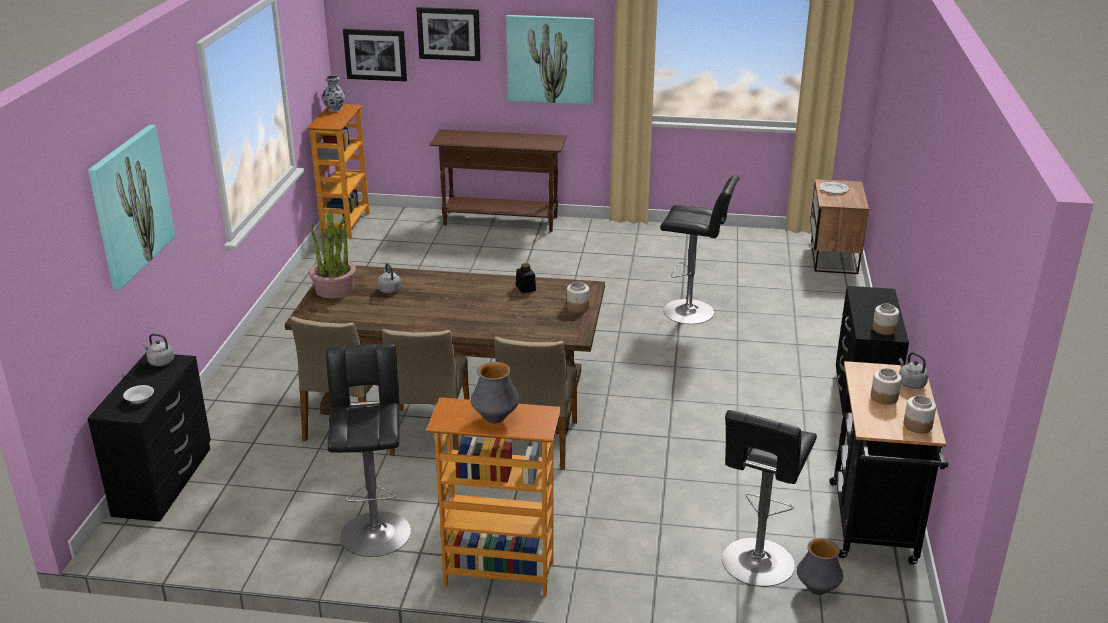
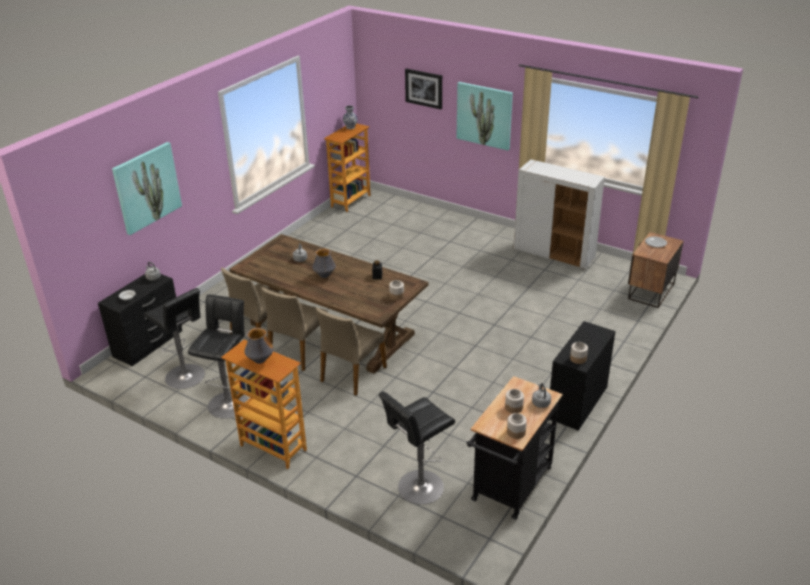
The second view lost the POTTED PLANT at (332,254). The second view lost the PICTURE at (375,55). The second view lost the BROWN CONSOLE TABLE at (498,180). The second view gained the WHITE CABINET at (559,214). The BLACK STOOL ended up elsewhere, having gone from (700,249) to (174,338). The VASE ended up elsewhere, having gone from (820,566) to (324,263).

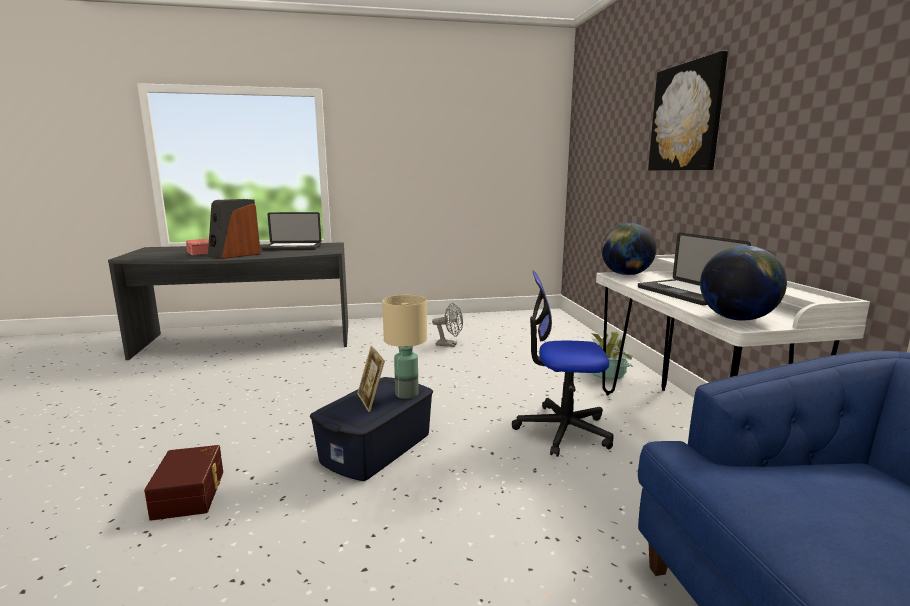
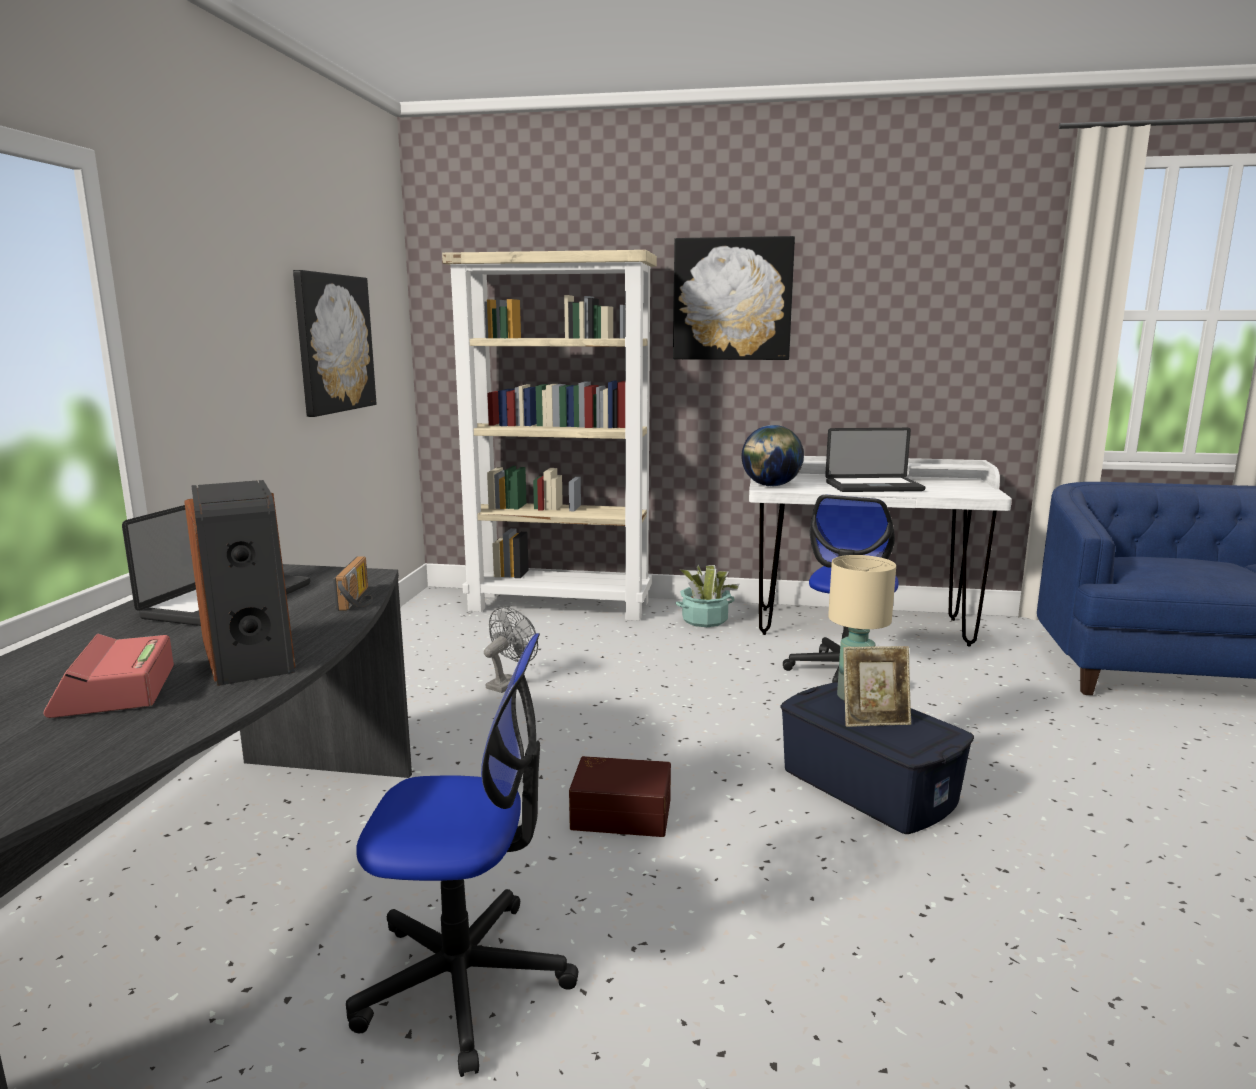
The second view lost the GLOBE at (743,283). The second view gained the PICTURE at (334,343). The second view gained the RADIO at (353,583). The second view gained the OFFICE CHAIR at (462,855). The second view gained the BEIGE BOOKCASE at (549,435). The BROWN STORAGE BOX ended up elsewhere, having gone from (183,483) to (620,796).

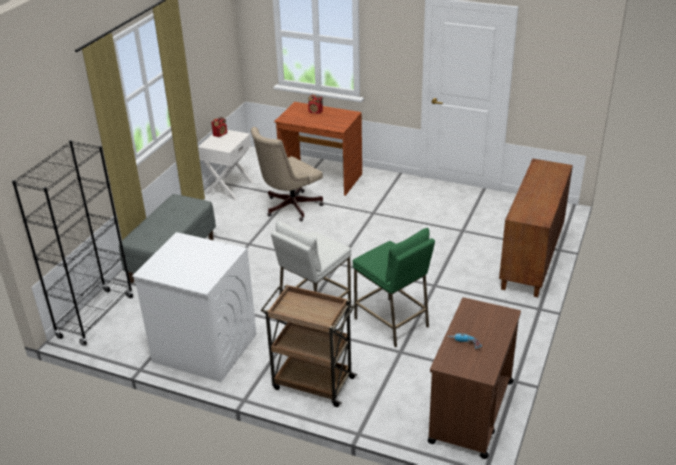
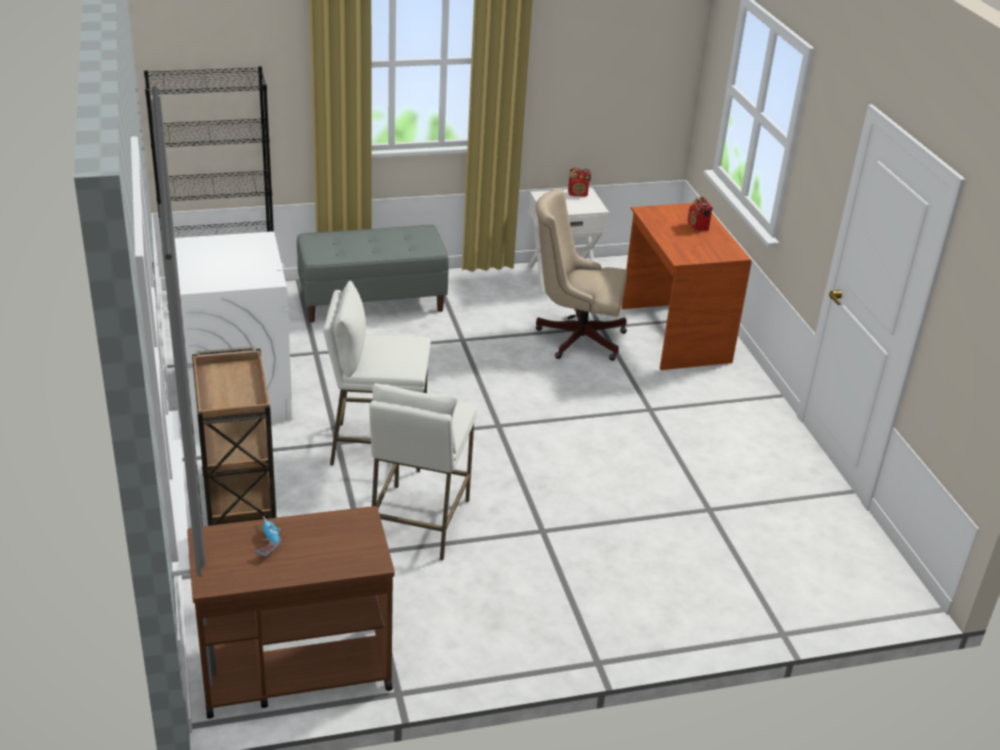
The second view lost the BROWN CABINET at (536,228). What was the GREEN STOOL at (393,287) turned into the WHITE STOOL at (423,471).

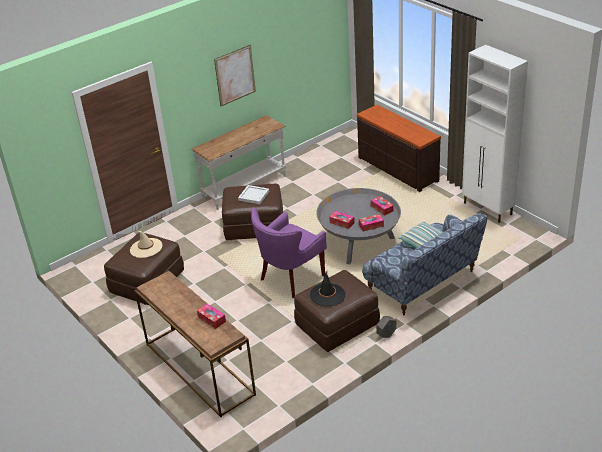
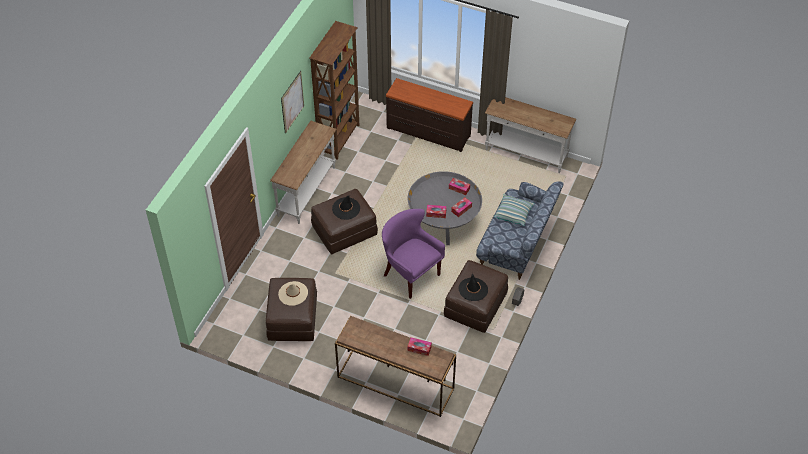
The second view gained the BROWN BOOKCASE at (334,90). Where the WHITE TRAY stood at (253,194), the BLACK HAT came to stand at (346,207). Where the WHITE CABINET stood at (495,134), the WHITE CONSOLE TABLE came to stand at (530,135). The PURPLE ARMCHAIR at (289,252) ended up facing another way, 120 degrees clockwise from before.

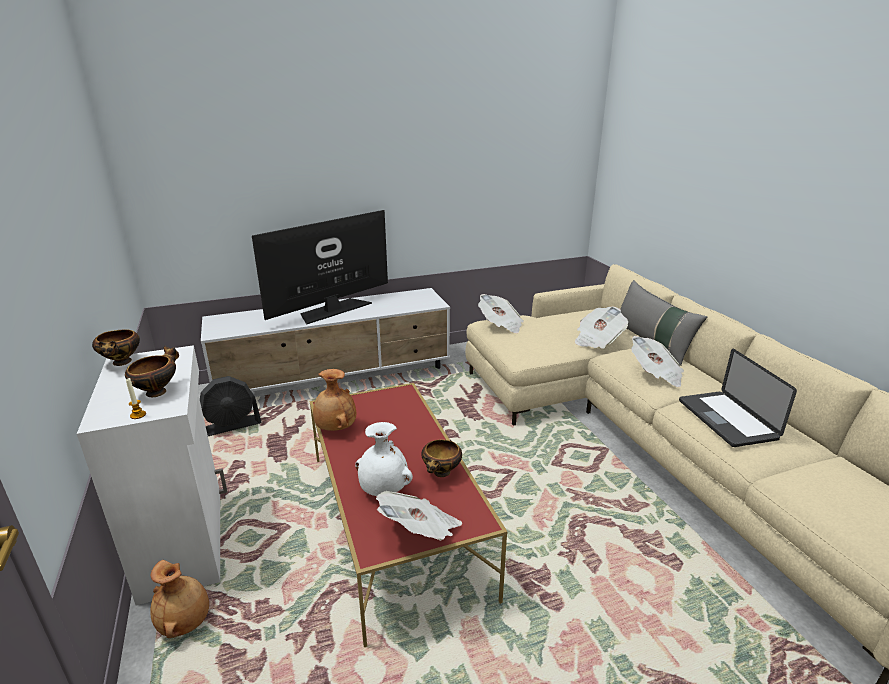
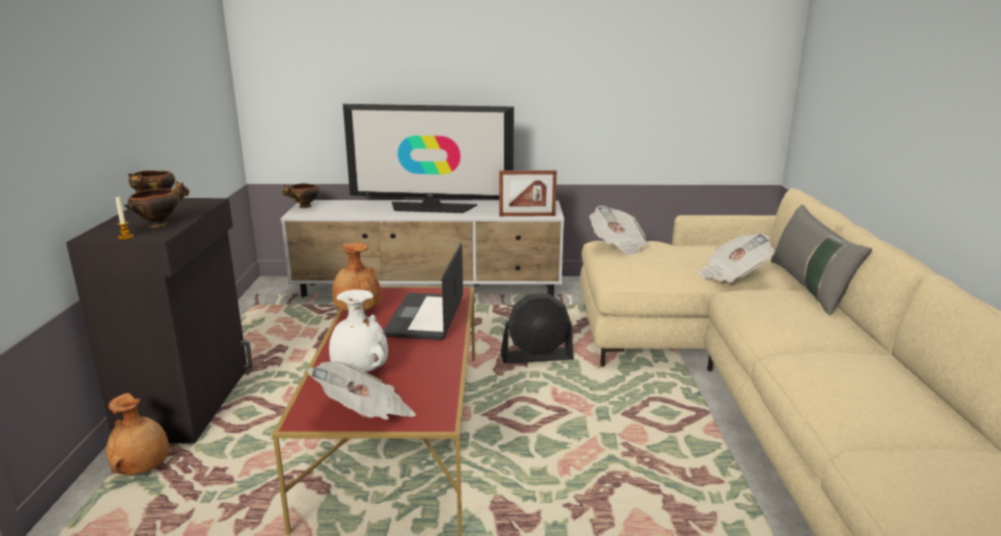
The second view lost the NEWSPAPER at (657,361). The second view gained the PICTURE FRAME at (528,193). The BLACK FAN ended up elsewhere, having gone from (231,406) to (537,328). The BOWL ended up elsewhere, having gone from (441,458) to (301,195). The LAPTOP ended up elsewhere, having gone from (738,398) to (423,291). What was the WHITE CABINET at (152,475) turned into the BLACK CABINET at (159,320). The TELEVISION at (320,267) ended up facing another way, 150 degrees counterclockwise from before.

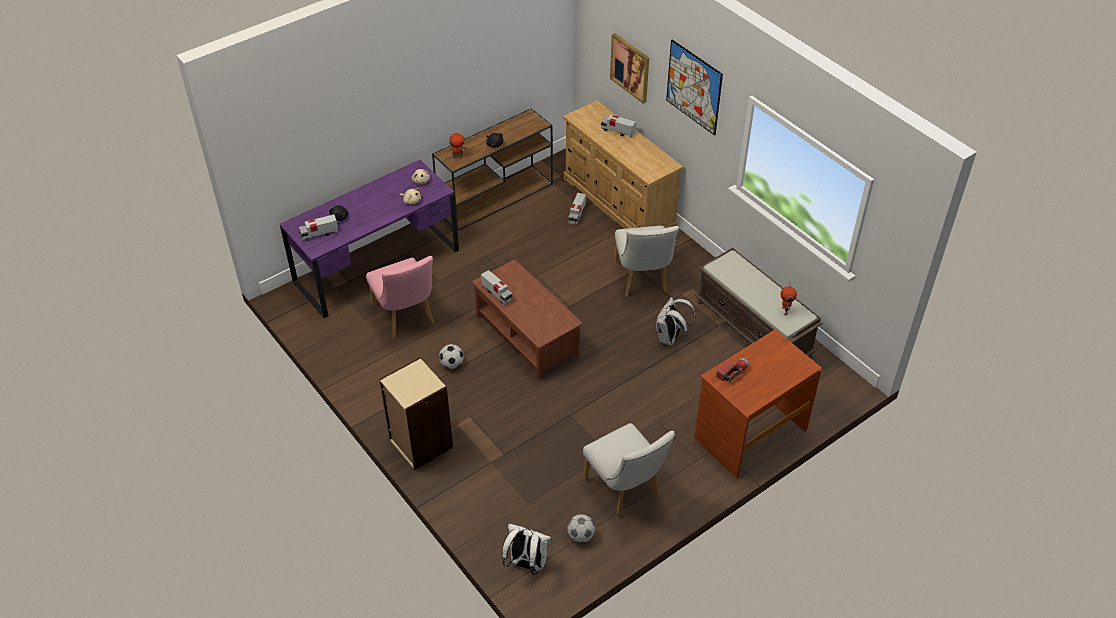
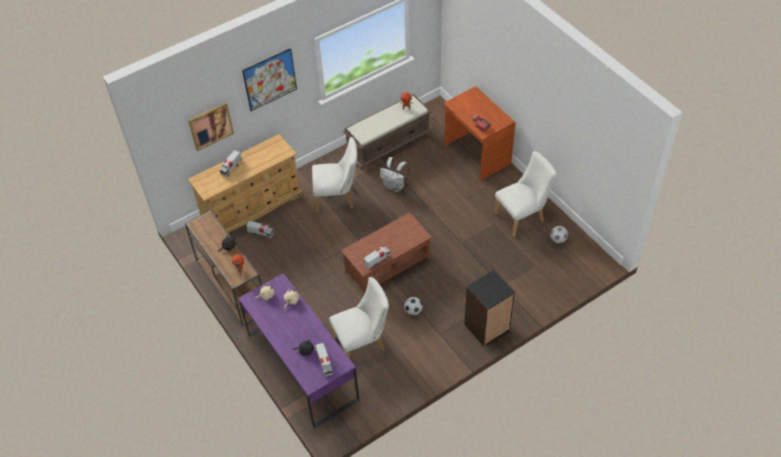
The second view lost the WHITE BACKPACK at (527,549). What was the PINK CHAIR at (400,296) turned into the WHITE CHAIR at (359,318). What was the BEIGE BOOKCASE at (416,413) turned into the BLACK BOOKCASE at (490,308).

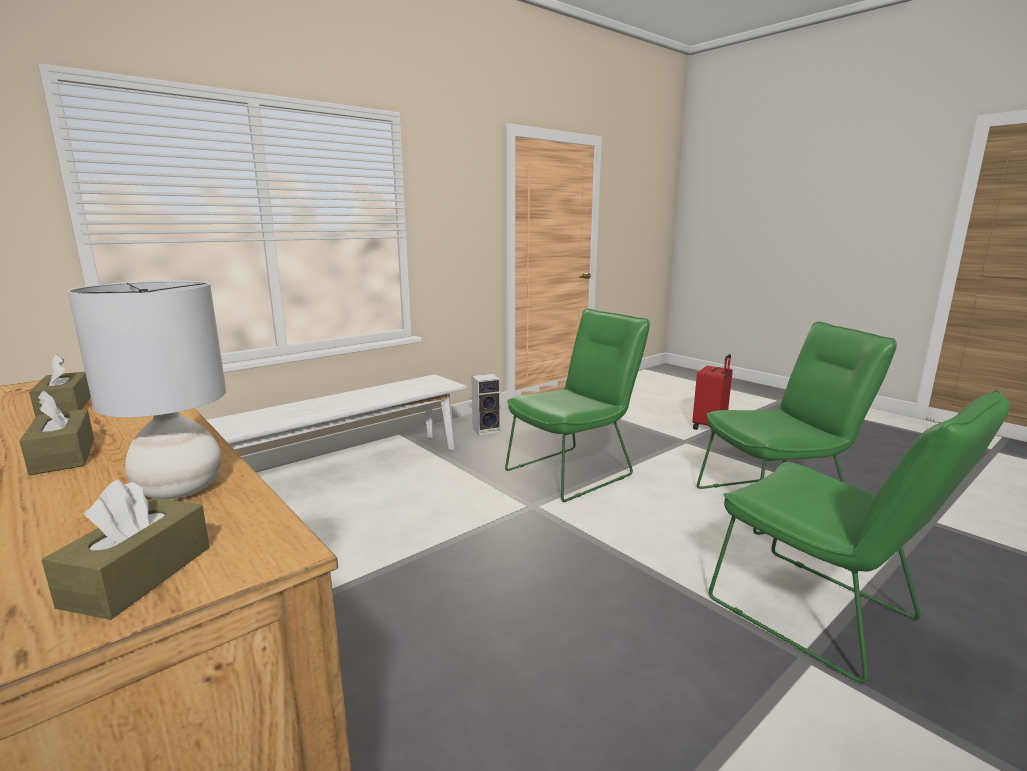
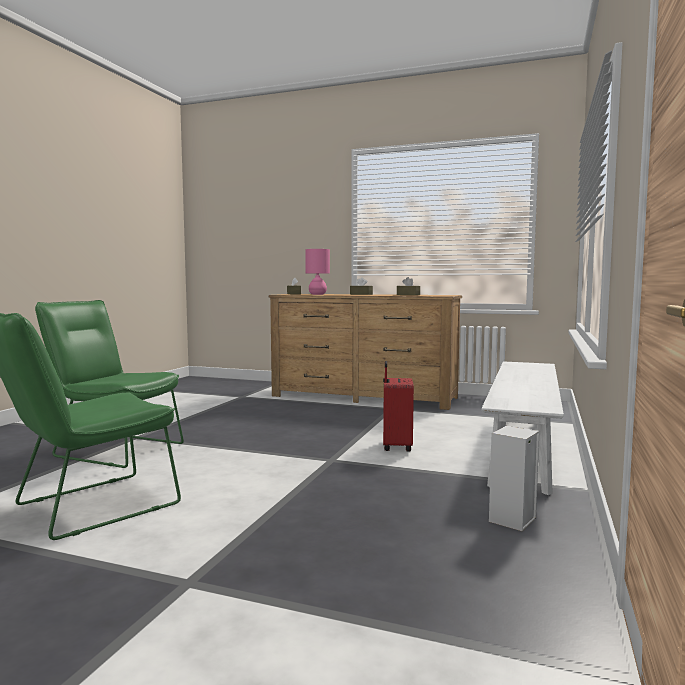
The second view lost the GREEN CHAIR at (577,405). The RED SUITCASE ended up elsewhere, having gone from (712,392) to (398,406). What was the GREY TABLE LAMP at (146,390) turned into the PINK TABLE LAMP at (317,272).

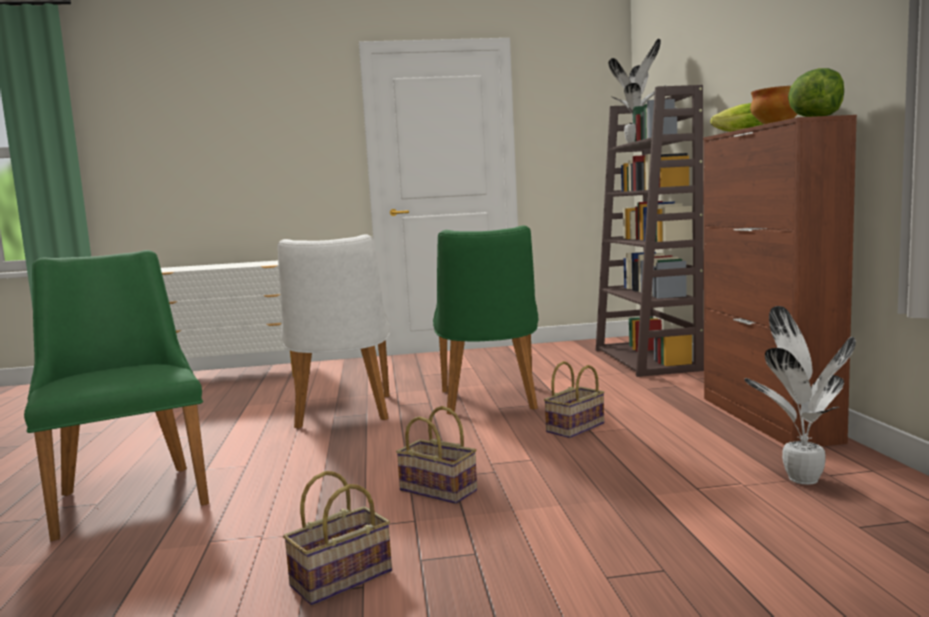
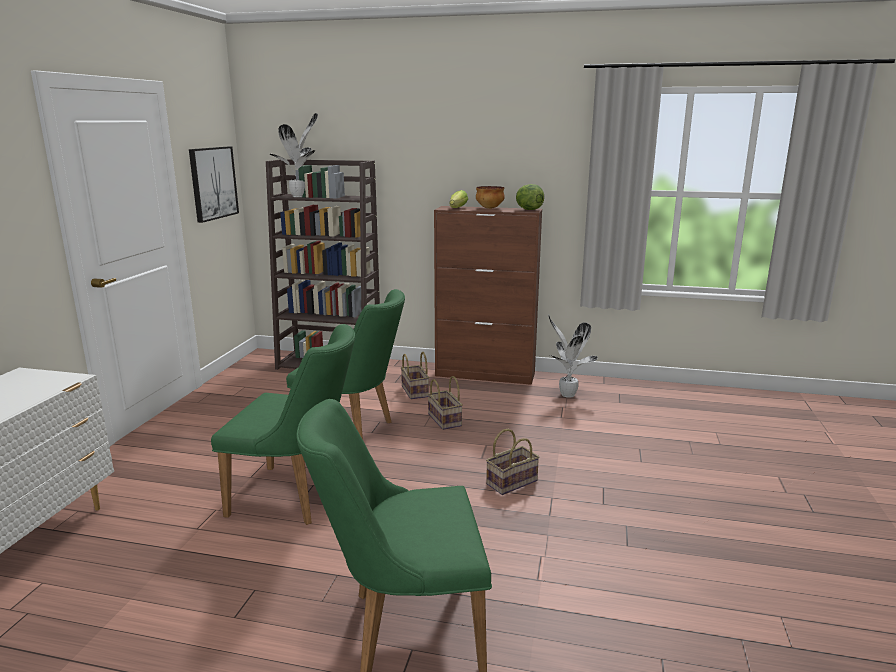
The second view gained the PICTURE at (214,185). The BASKET ended up elsewhere, having gone from (337,538) to (415,375). What was the WHITE CHAIR at (334,331) turned into the GREEN CHAIR at (283,424).

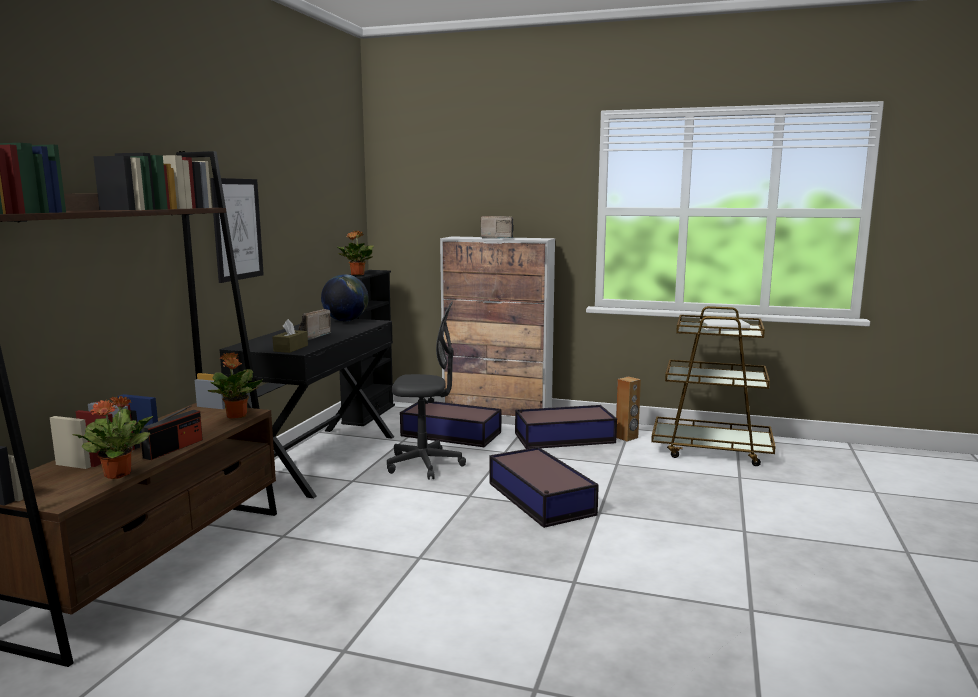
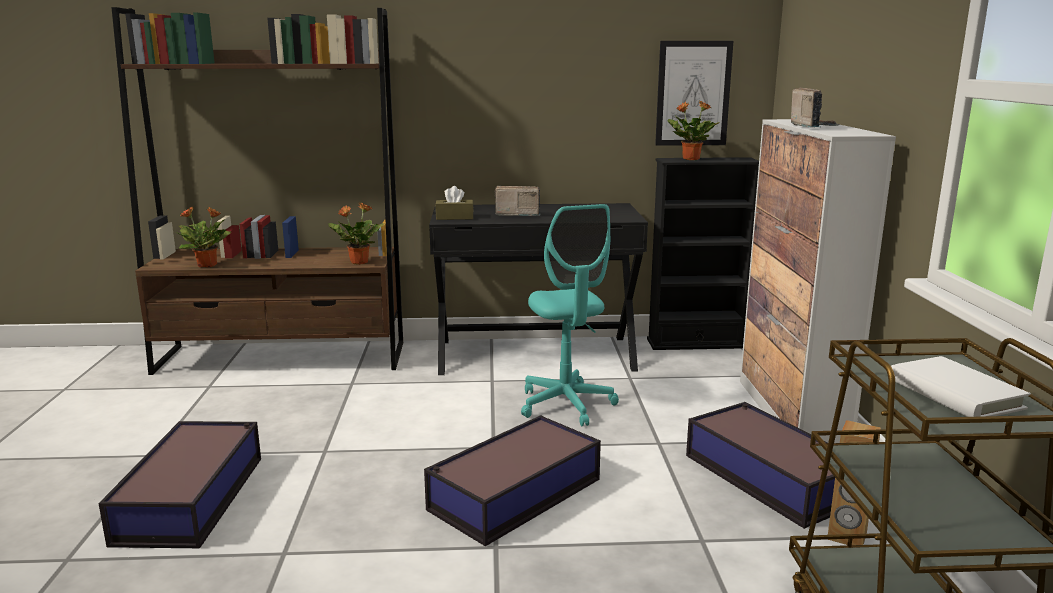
The second view lost the RADIO at (172,432). The second view lost the GLOBE at (345,298). The PICTURE ended up elsewhere, having gone from (237,230) to (694,93). The STORAGE BOX ended up elsewhere, having gone from (450,424) to (180,484). What was the GREY OFFICE CHAIR at (426,391) turned into the TURQUOISE OFFICE CHAIR at (570,315).

